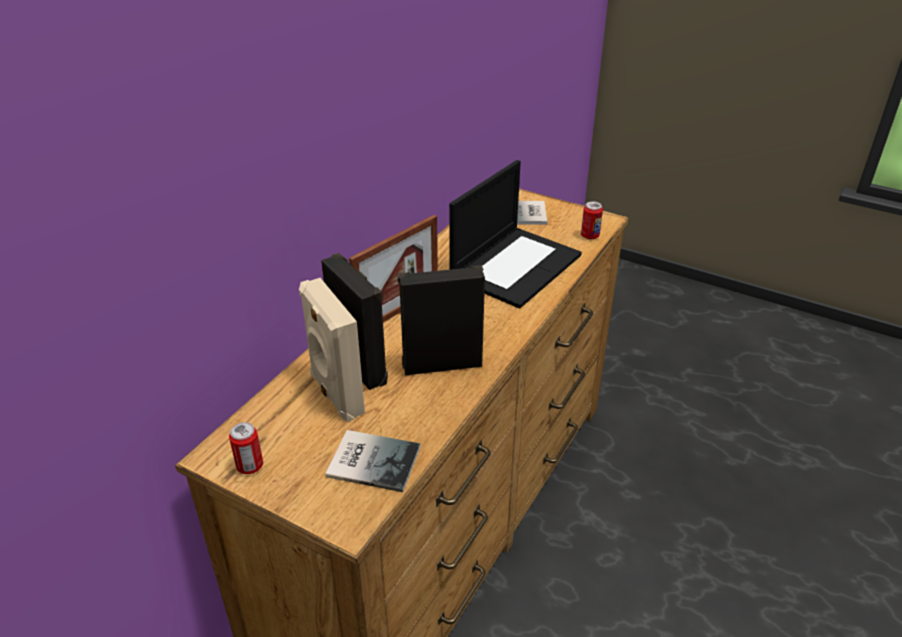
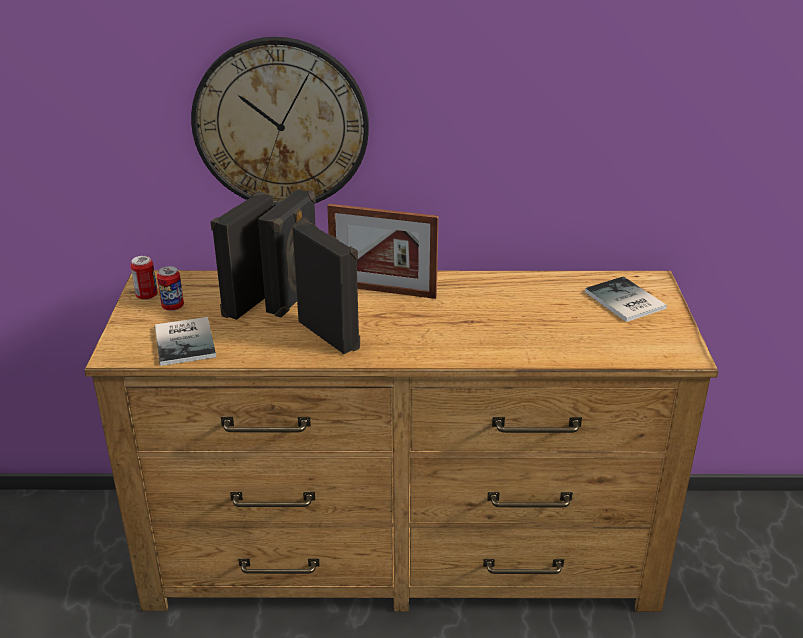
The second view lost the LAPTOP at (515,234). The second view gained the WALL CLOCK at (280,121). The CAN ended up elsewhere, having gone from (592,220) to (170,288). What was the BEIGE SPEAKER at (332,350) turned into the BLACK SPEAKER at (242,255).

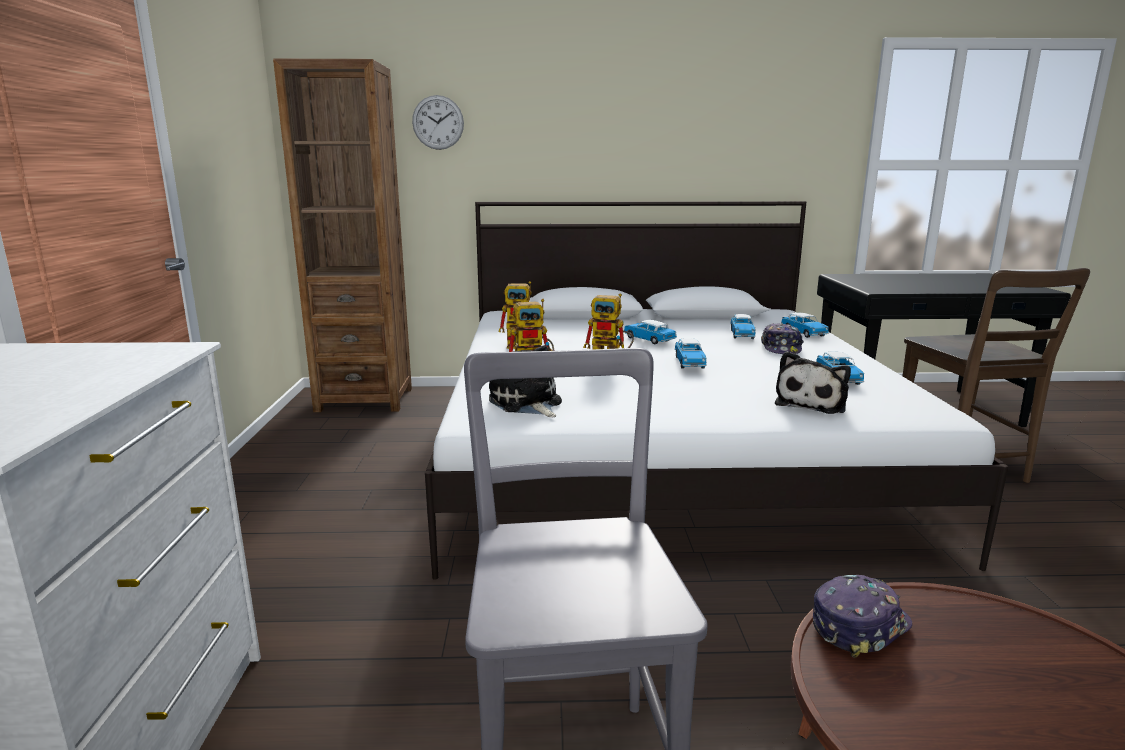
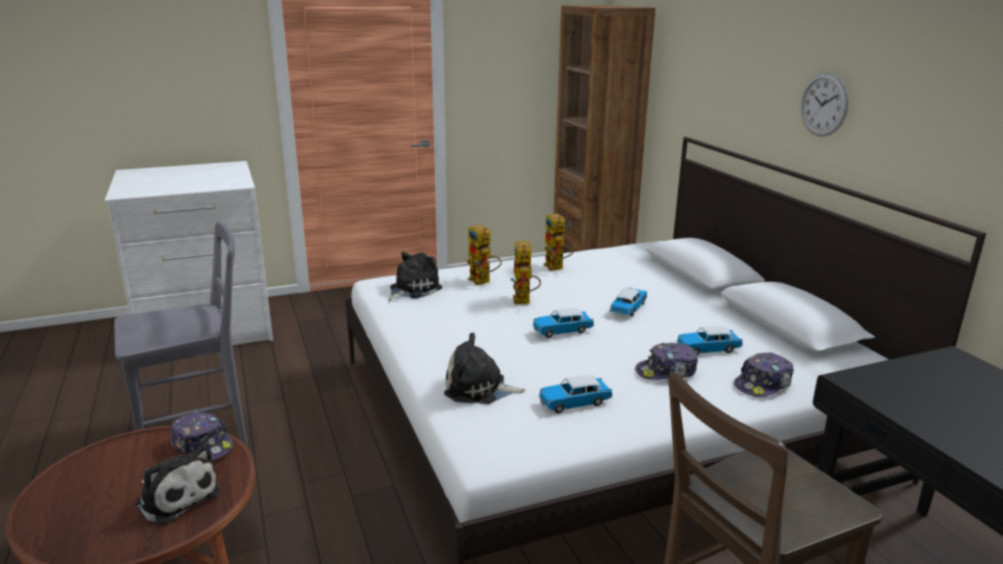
The second view gained the PLUSH TOY at (177,485). The WALL CLOCK ended up elsewhere, having gone from (438,122) to (824,105). Where the TOY CAR stood at (805,325), the CAP came to stand at (764,374).

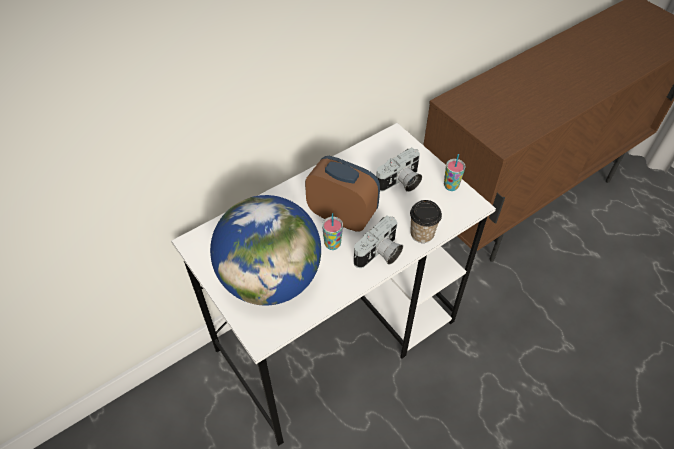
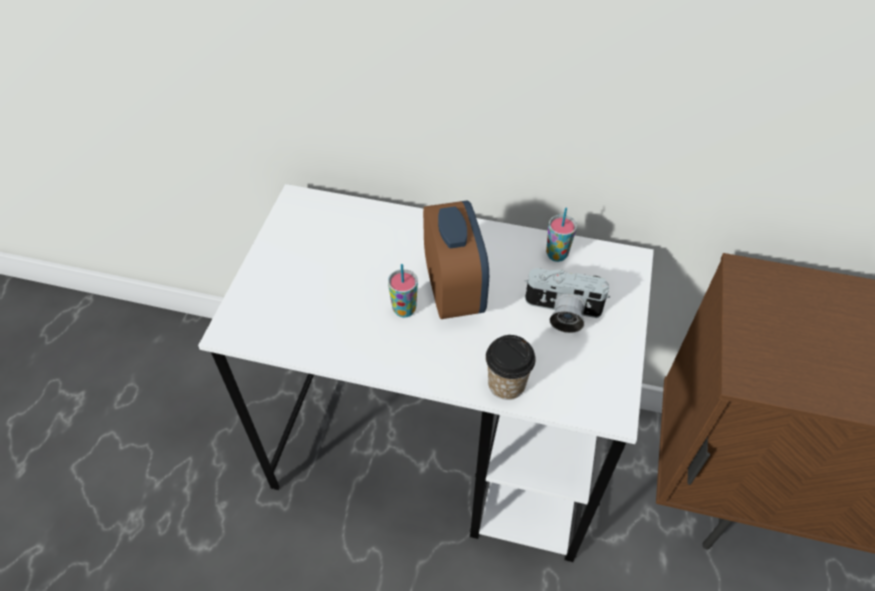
The second view lost the GLOBE at (265,250). The second view lost the PHOTO CAMERA at (378,242). The CUP ended up elsewhere, having gone from (455,172) to (561,235).

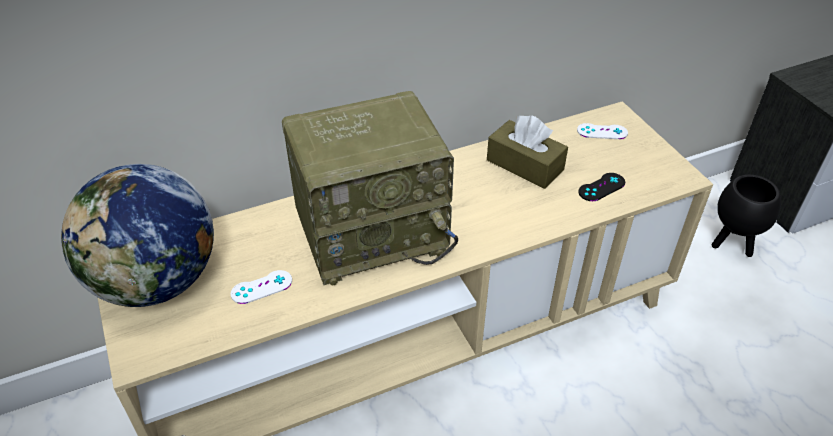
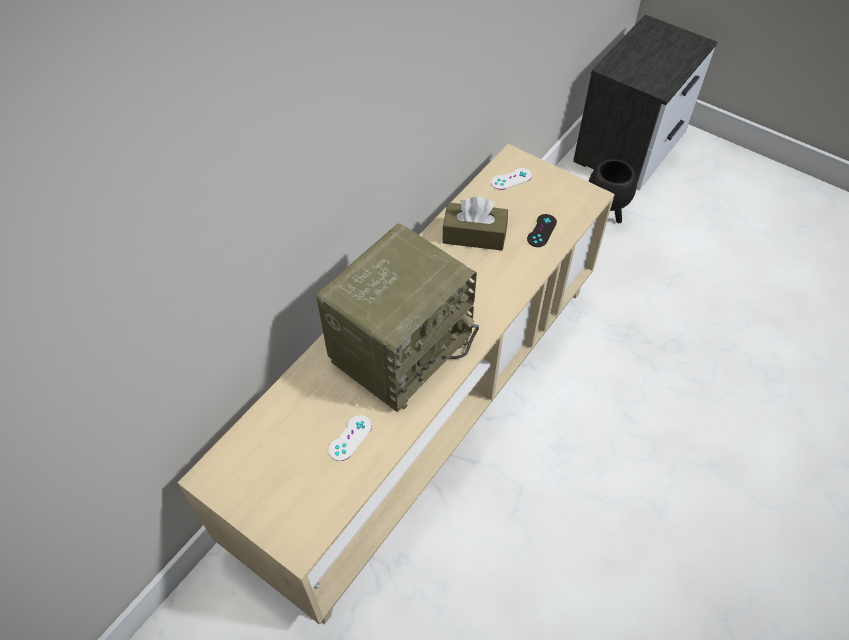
The second view lost the GLOBE at (137,235).

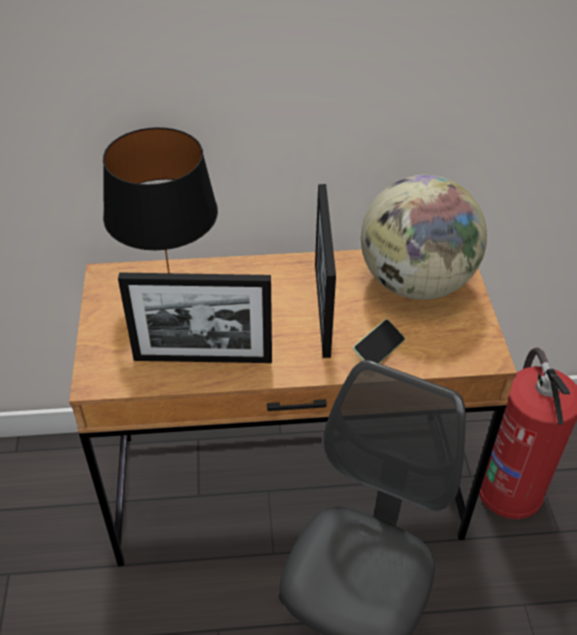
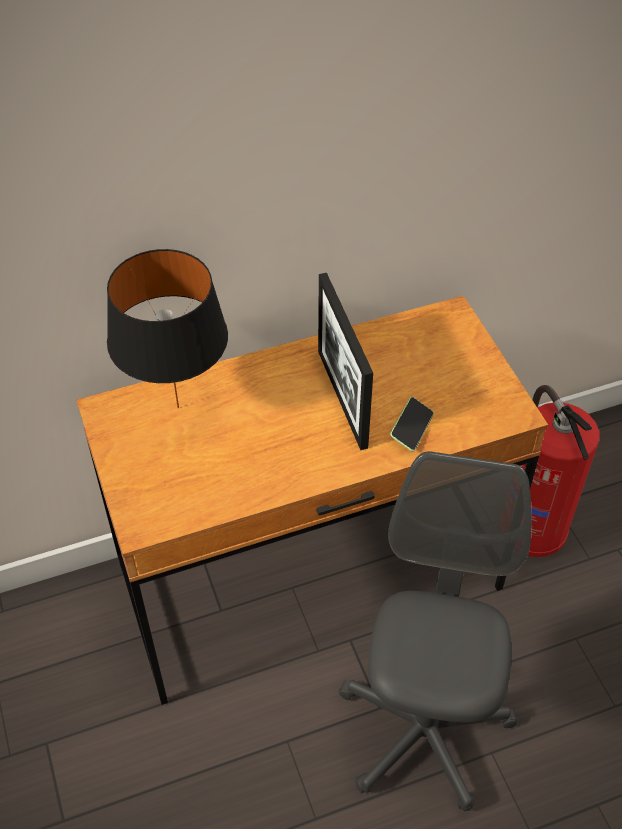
The second view lost the PICTURE FRAME at (195,317). The second view lost the GLOBE at (424,237).

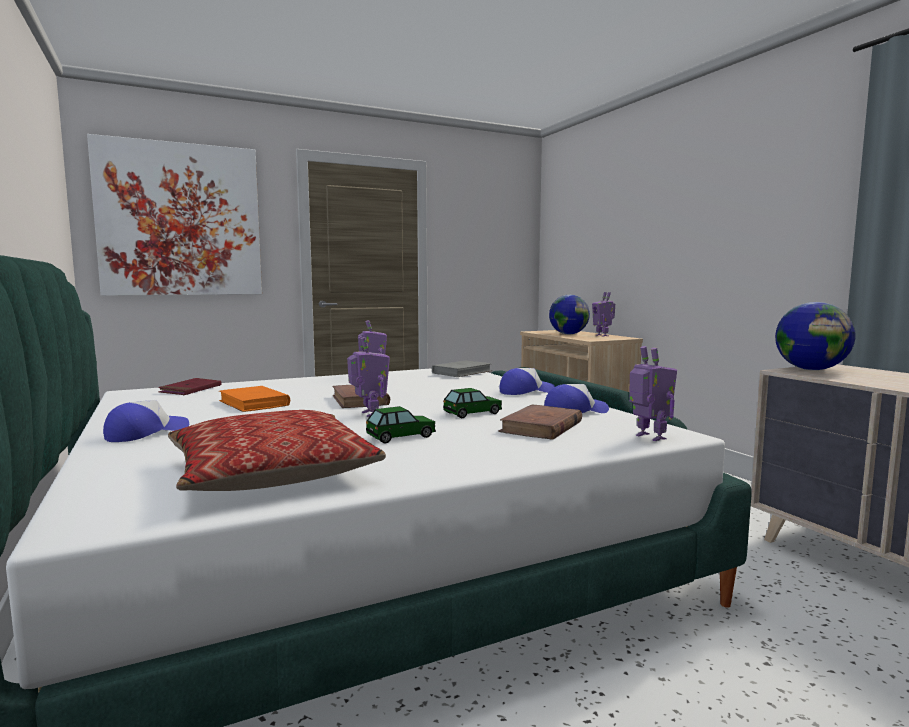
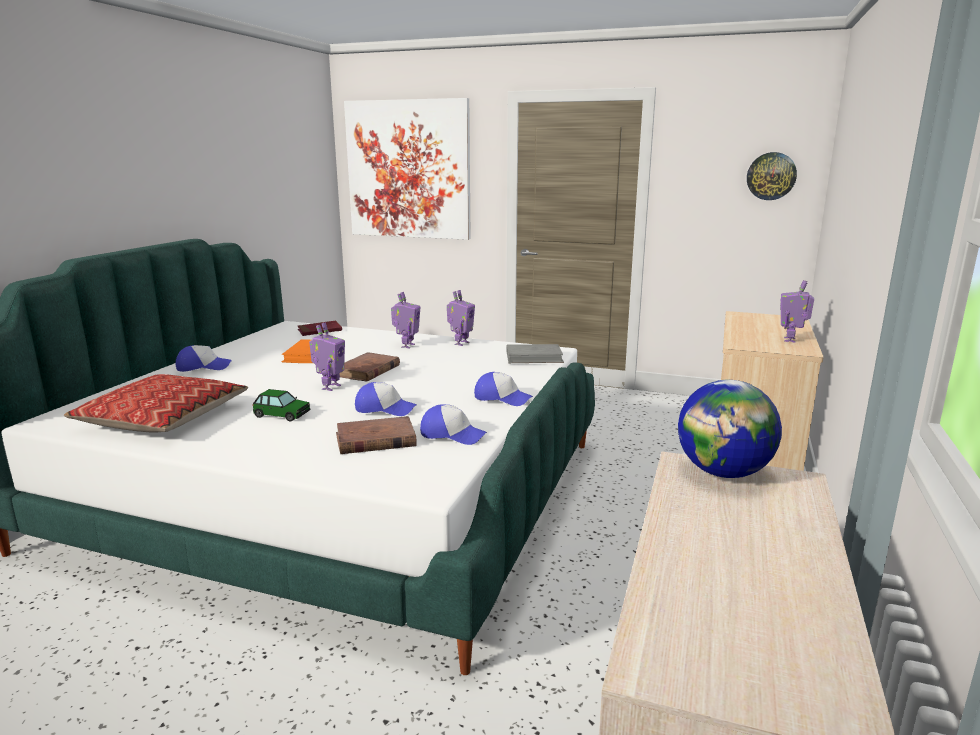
The second view lost the GLOBE at (569,314). The second view gained the WALL CLOCK at (772,176). The TOY ROBOT ended up elsewhere, having gone from (653,393) to (405,320). Where the TOY CAR stood at (472,403), the CAP came to stand at (386,399).

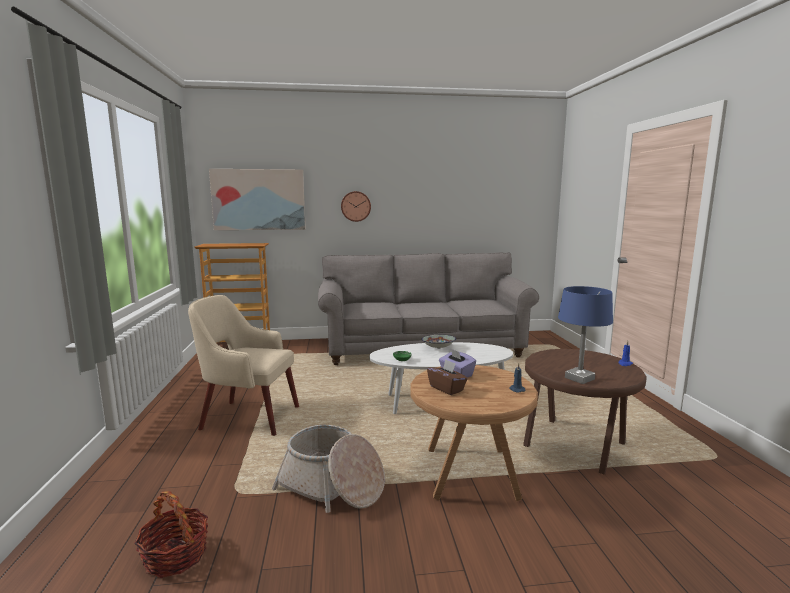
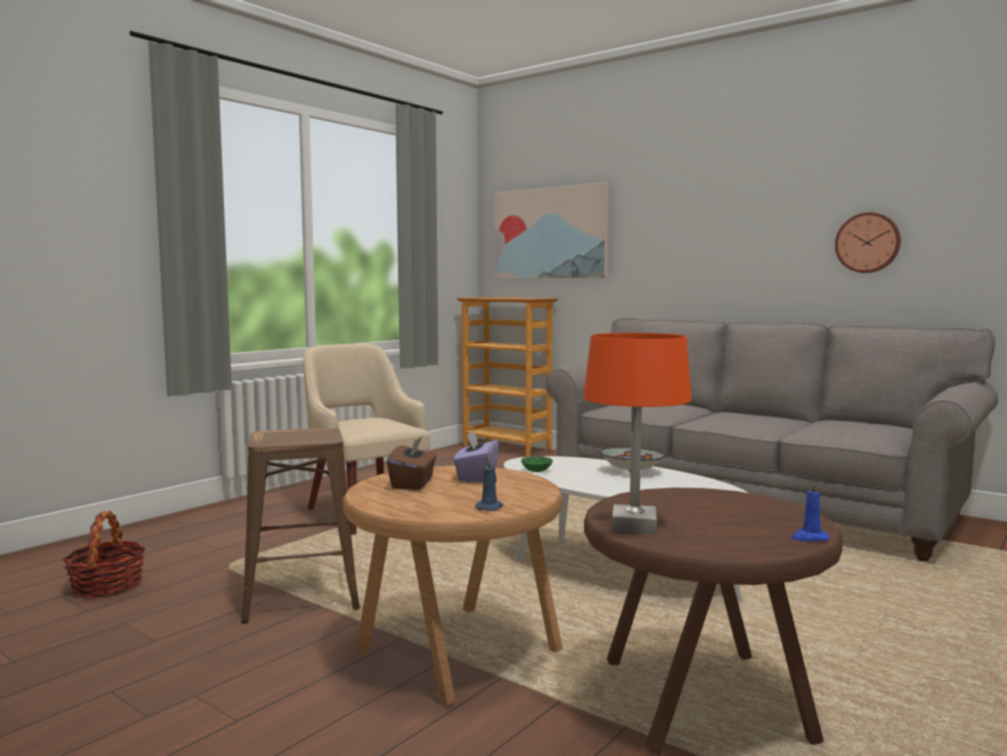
The WALL CLOCK ended up elsewhere, having gone from (356,206) to (868,242). Where the BASKET stood at (328,469), the BROWN STOOL came to stand at (300,526). What was the BLUE TABLE LAMP at (585,335) turned into the ORANGE TABLE LAMP at (637,433).

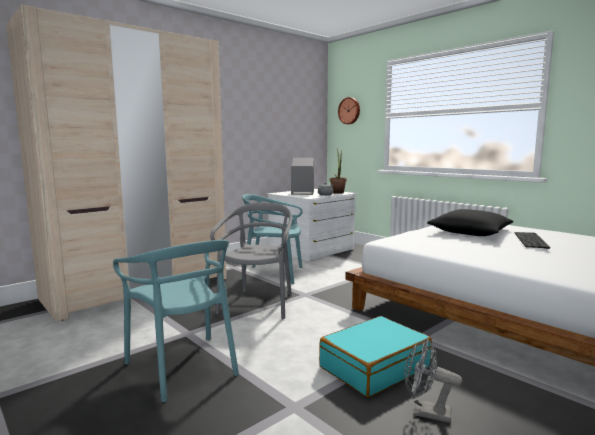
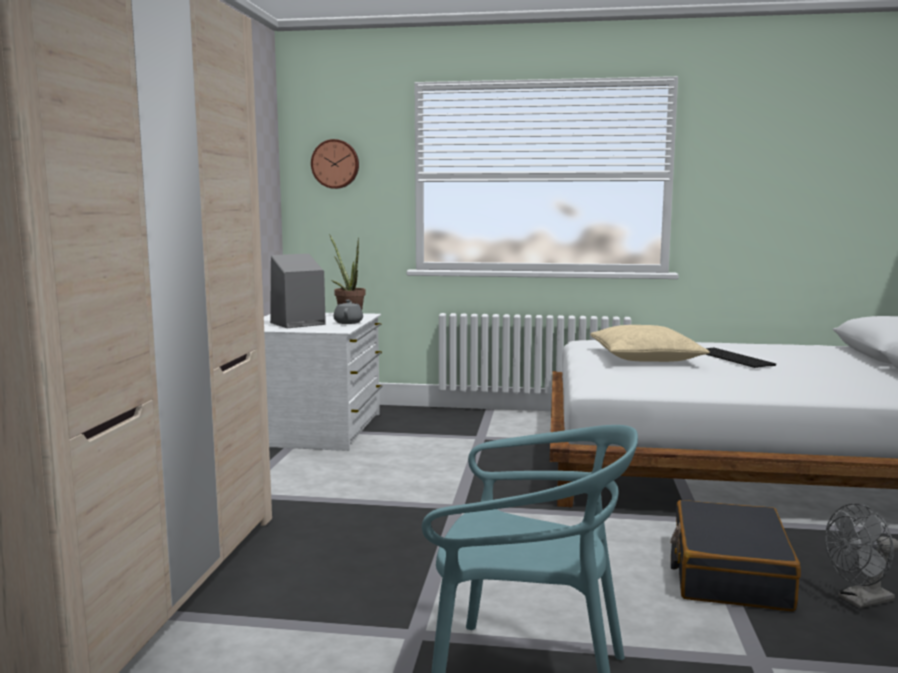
The second view lost the GREY CHAIR at (251,260). The second view lost the TURQUOISE CHAIR at (272,239). What was the TURQUOISE SUITCASE at (375,357) turned into the BLACK SUITCASE at (736,555). What was the BLACK PILLOW at (470,222) turned into the BEIGE PILLOW at (650,343).

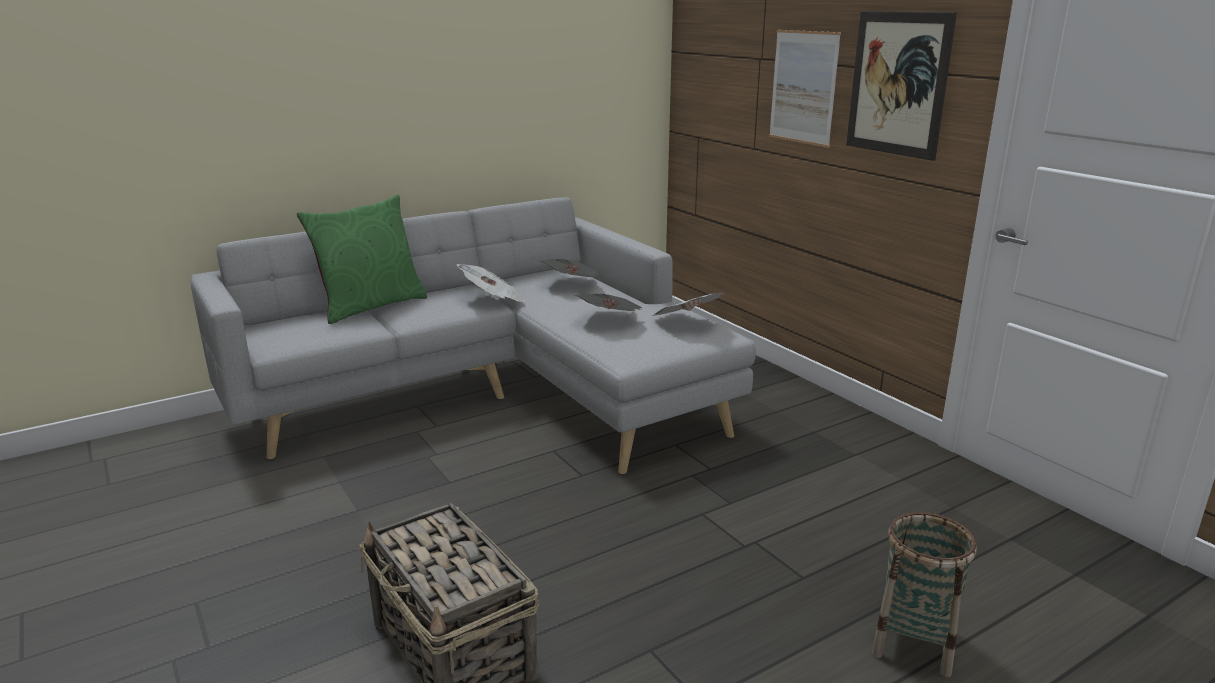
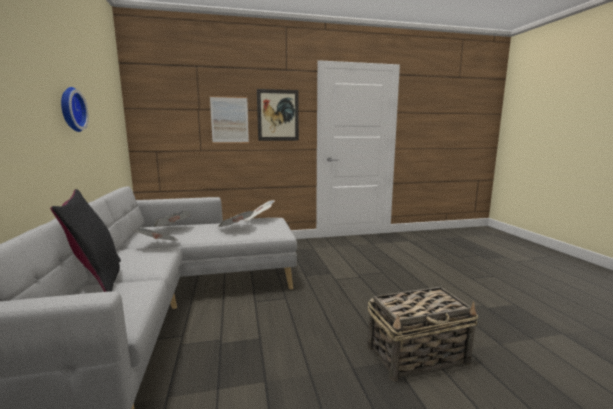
The second view lost the BASKET at (924,594). The second view gained the WALL CLOCK at (75,109). What was the GREEN PILLOW at (362,259) turned into the BLACK PILLOW at (85,240).

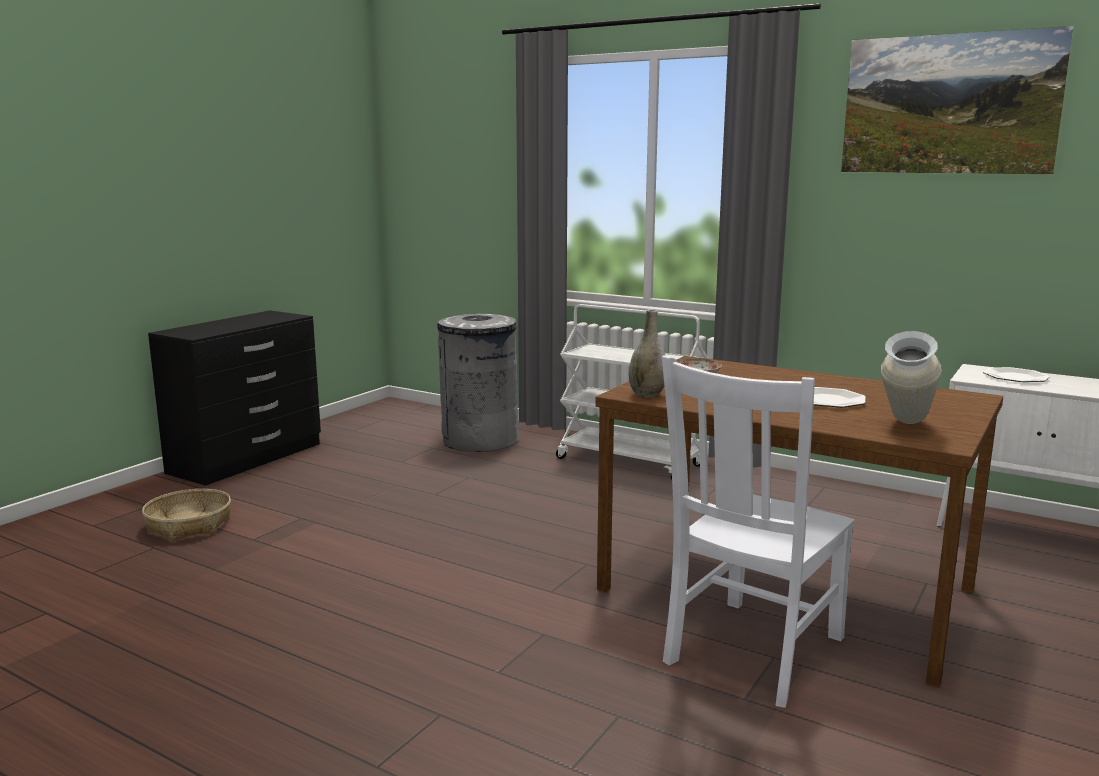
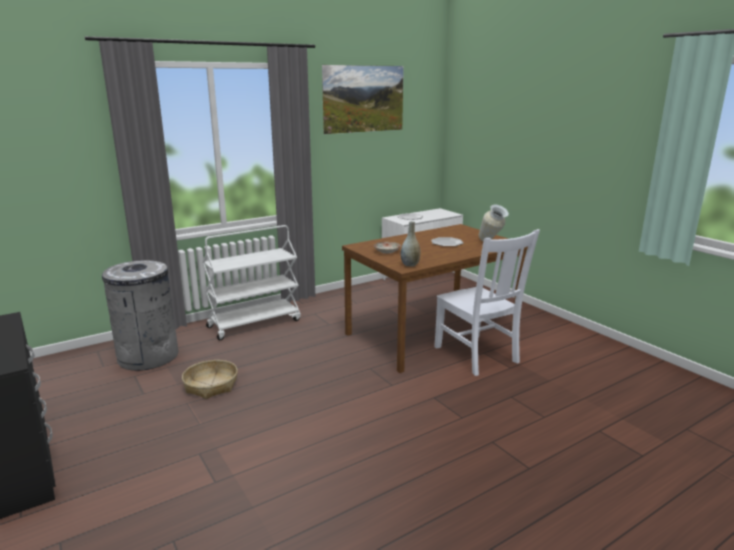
The BASKET ended up elsewhere, having gone from (186,515) to (210,379).

